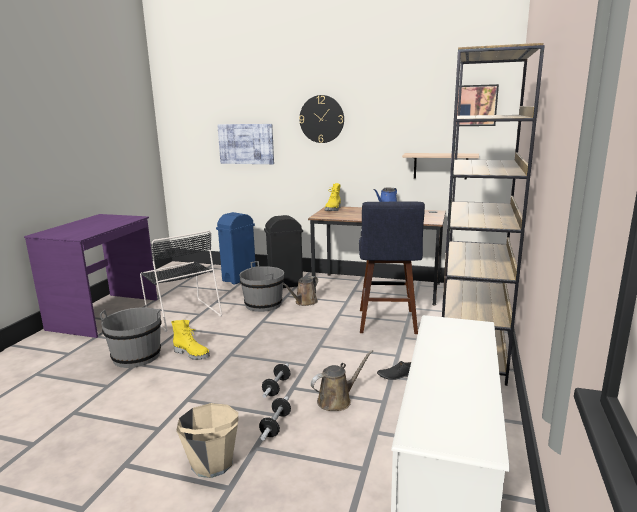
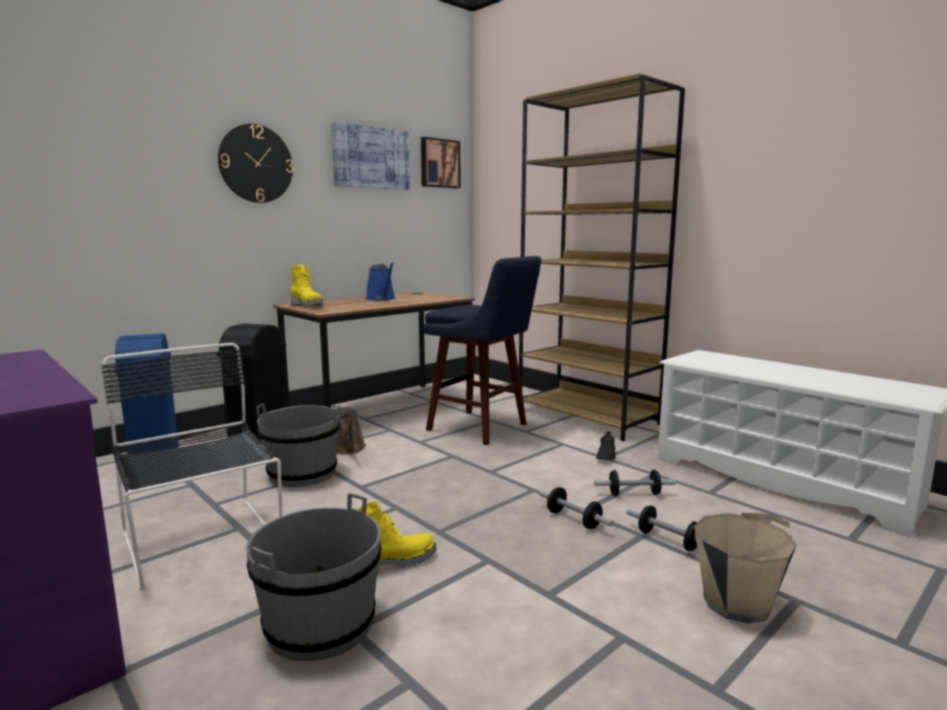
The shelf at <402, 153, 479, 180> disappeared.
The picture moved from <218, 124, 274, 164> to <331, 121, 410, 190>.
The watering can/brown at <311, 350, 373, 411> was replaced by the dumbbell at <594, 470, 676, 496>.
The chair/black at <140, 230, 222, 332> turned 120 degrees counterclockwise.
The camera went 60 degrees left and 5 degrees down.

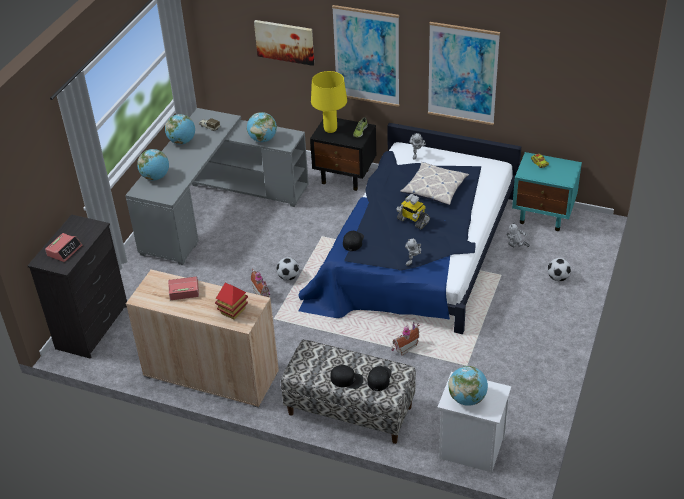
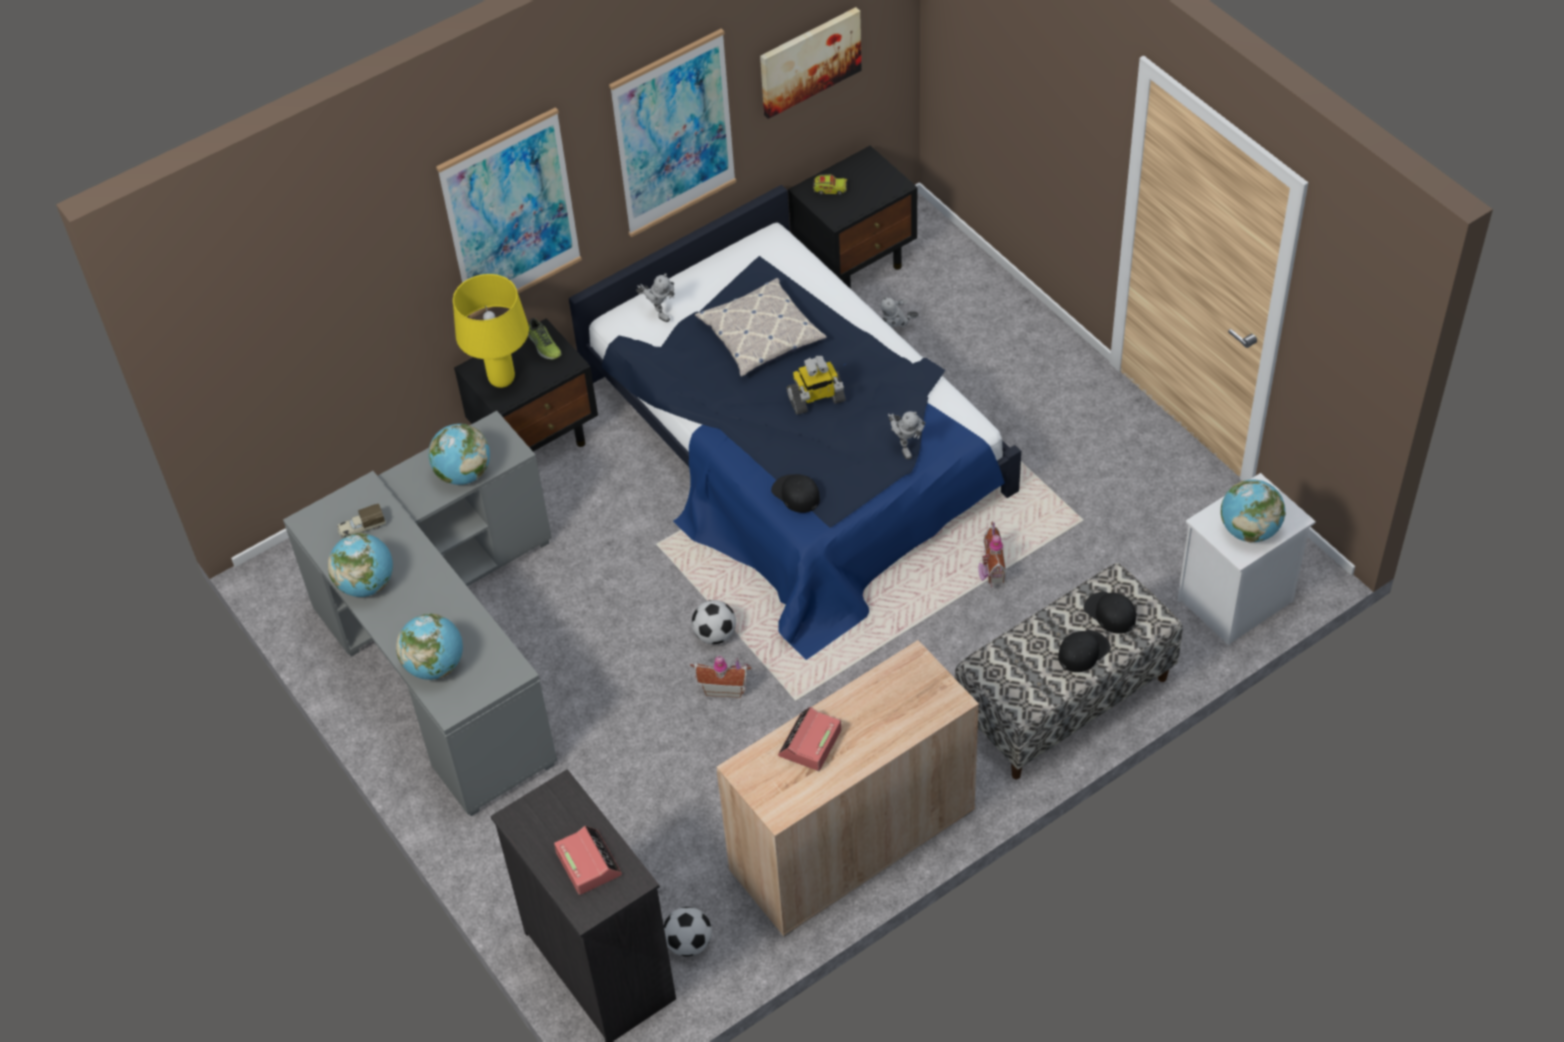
The toy house at <215, 282, 248, 320> disappeared.
The picture moved from <254, 20, 314, 66> to <760, 7, 862, 119>.
The football moved from <547, 258, 571, 281> to <664, 907, 712, 957>.
The nightstand/turquoise at <512, 152, 582, 231> became the nightstand/black at <788, 146, 917, 289>.
The camera went 55 degrees left and 10 degrees up.

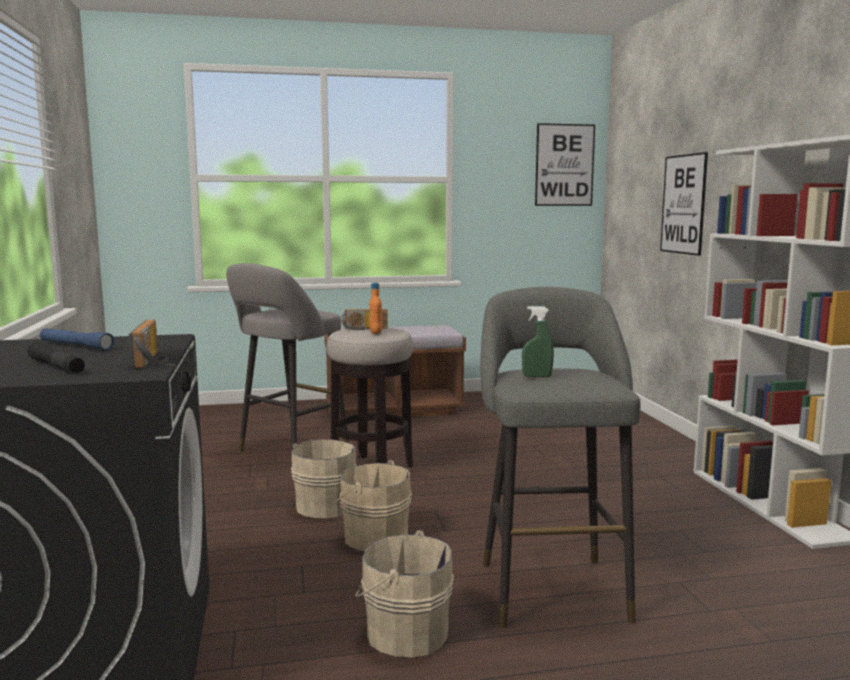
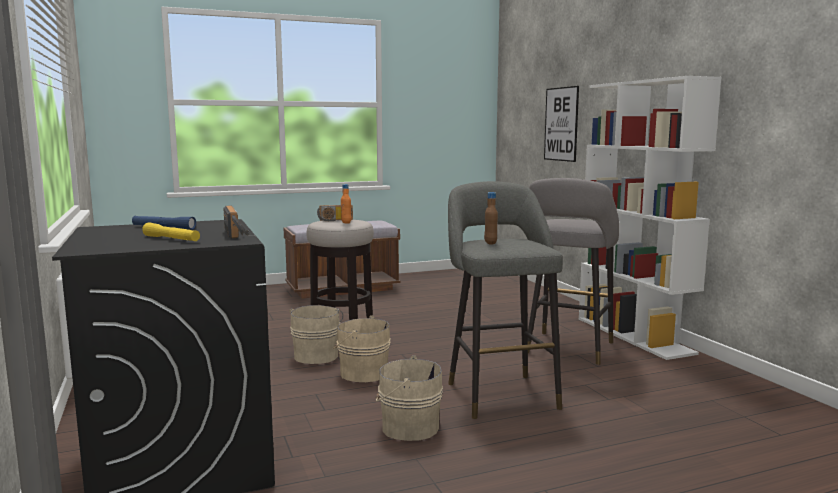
The picture at <535, 123, 595, 206> disappeared.
The stool/grey moved from <226, 263, 349, 451> to <528, 178, 619, 365>.
The spray bottle/green at <522, 306, 554, 377> was replaced by the bottle/brown at <484, 192, 498, 245>.
The flashlight/black at <27, 342, 85, 373> became the flashlight/yellow at <142, 222, 200, 241>.
The camera went 10 degrees left and 0 degrees up.

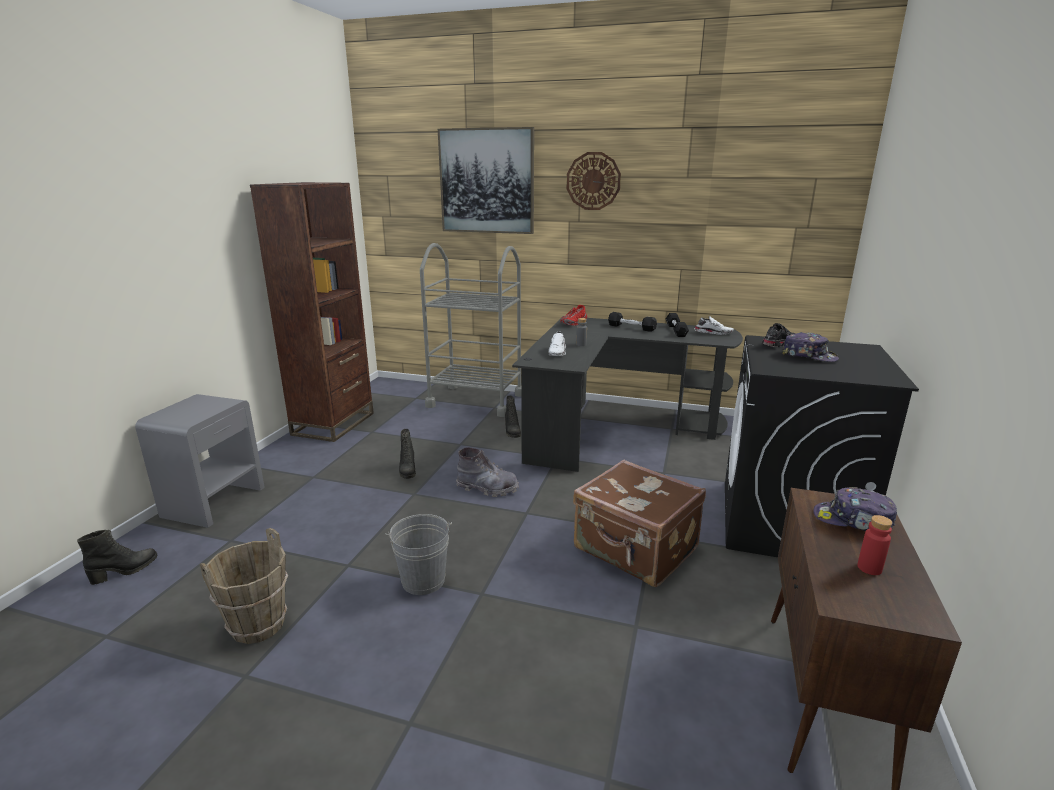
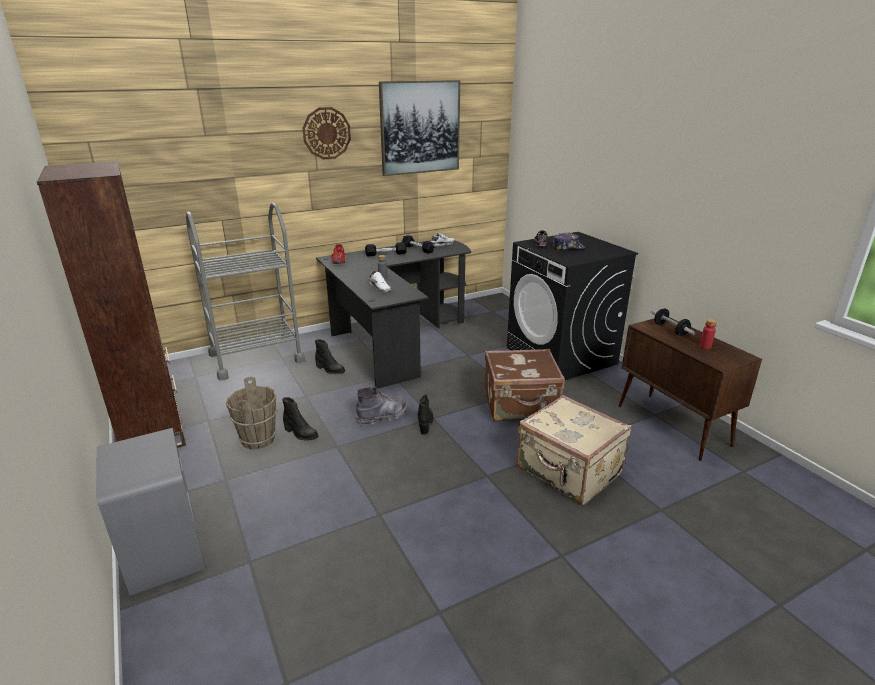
The bucket/grey at <385, 514, 452, 595> disappeared.
The suitcase/beige at <517, 395, 631, 505> appeared.
The boot/black moved from <77, 530, 157, 585> to <418, 394, 433, 435>.
The bucket/brown moved from <200, 528, 288, 644> to <226, 377, 277, 449>.
The picture moved from <438, 127, 534, 234> to <379, 80, 460, 176>.
The cap at <814, 487, 897, 531> was replaced by the dumbbell at <651, 309, 696, 336>.
The camera went 45 degrees left and 5 degrees up.

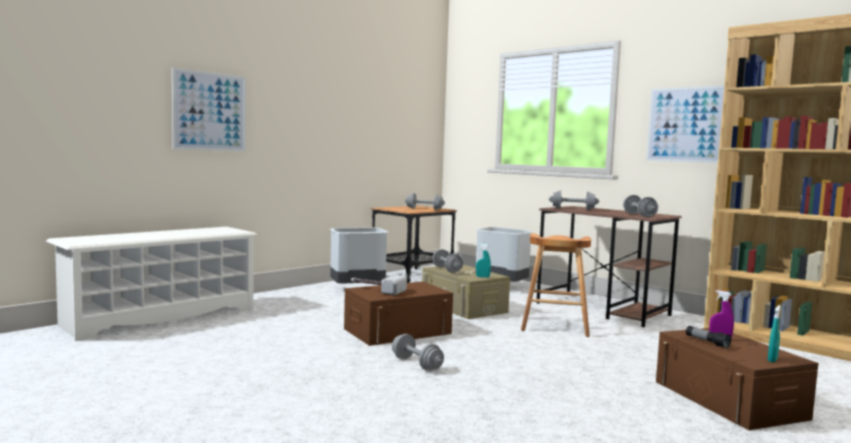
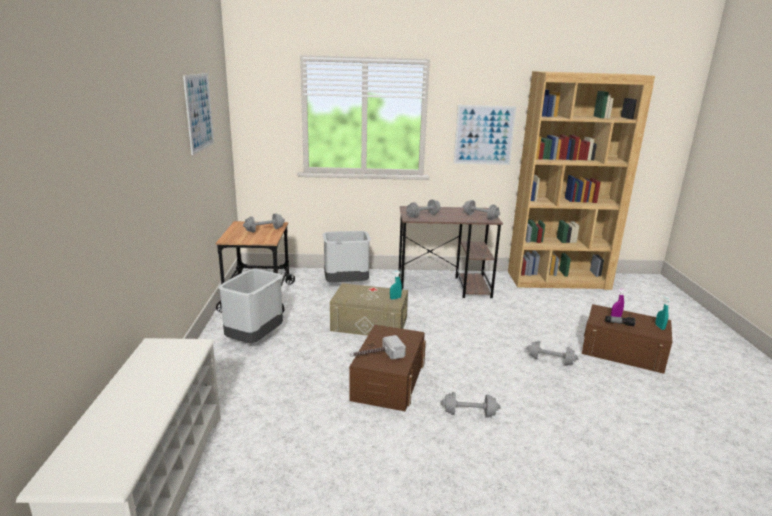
The stool/brown at <521, 233, 591, 337> disappeared.
The picture moved from <172, 67, 246, 152> to <183, 73, 214, 155>.
The dumbbell/grey moved from <432, 249, 463, 273> to <526, 341, 579, 366>.
The camera went 45 degrees left and 15 degrees up.

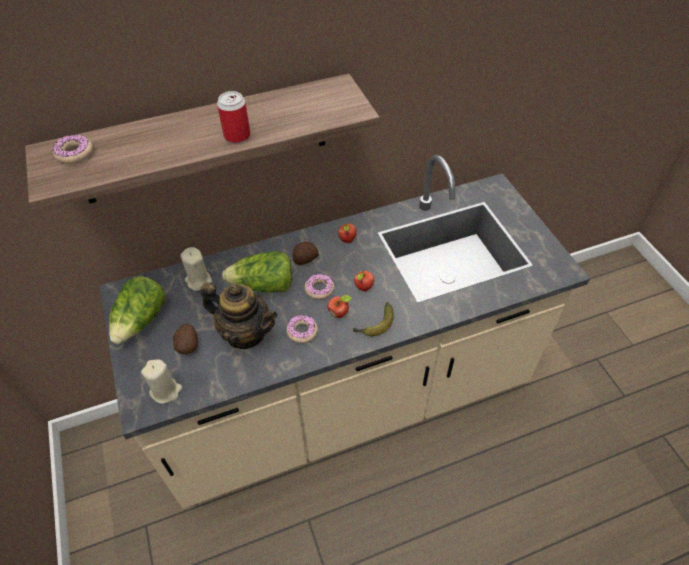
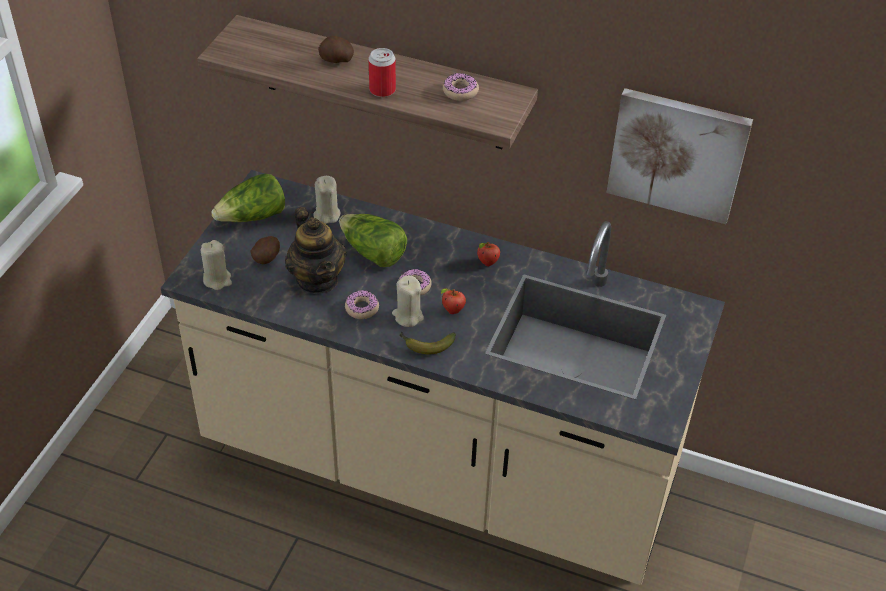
The picture at <607, 88, 753, 224> appeared.
The donut moved from <53, 134, 93, 164> to <443, 73, 479, 101>.
The potato moved from <293, 242, 319, 265> to <318, 36, 354, 63>.
The apple at <327, 295, 352, 318> was replaced by the candle/beige at <392, 275, 424, 327>.
The camera went 40 degrees right and 5 degrees down.

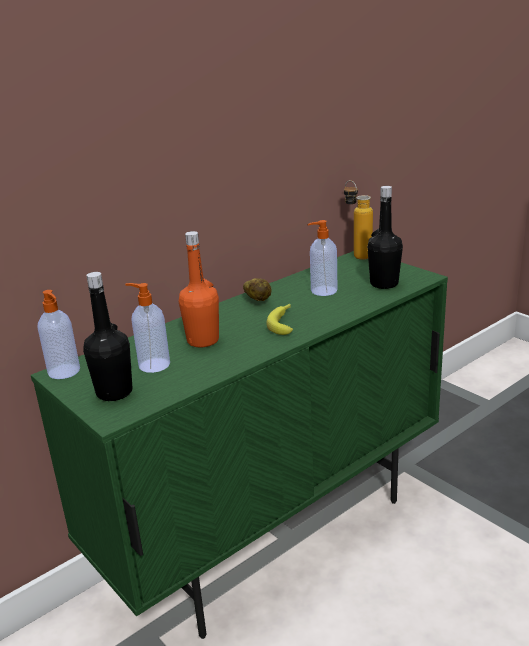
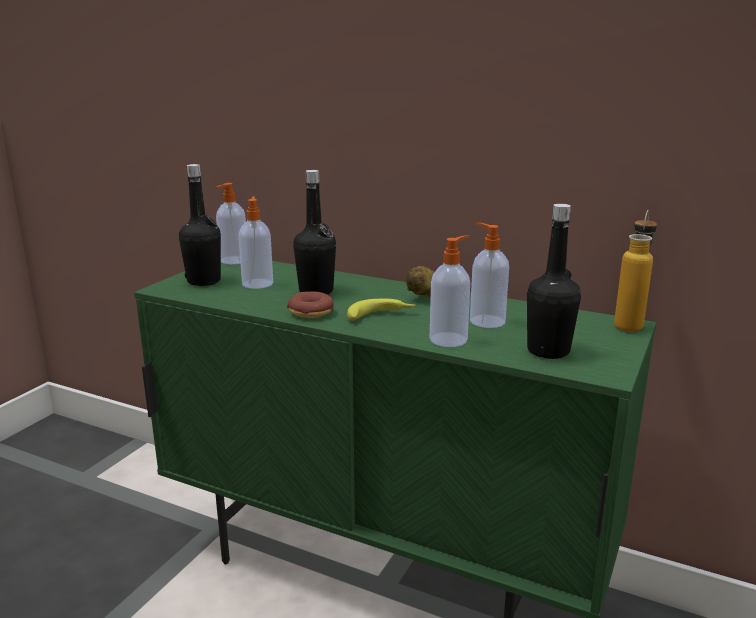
The donut at <287, 291, 334, 318> appeared.
The soap dispenser at <430, 235, 470, 347> appeared.
The bottle/orange at <179, 231, 219, 347> became the bottle/black at <293, 170, 336, 294>.
The camera went 65 degrees right and 5 degrees down.

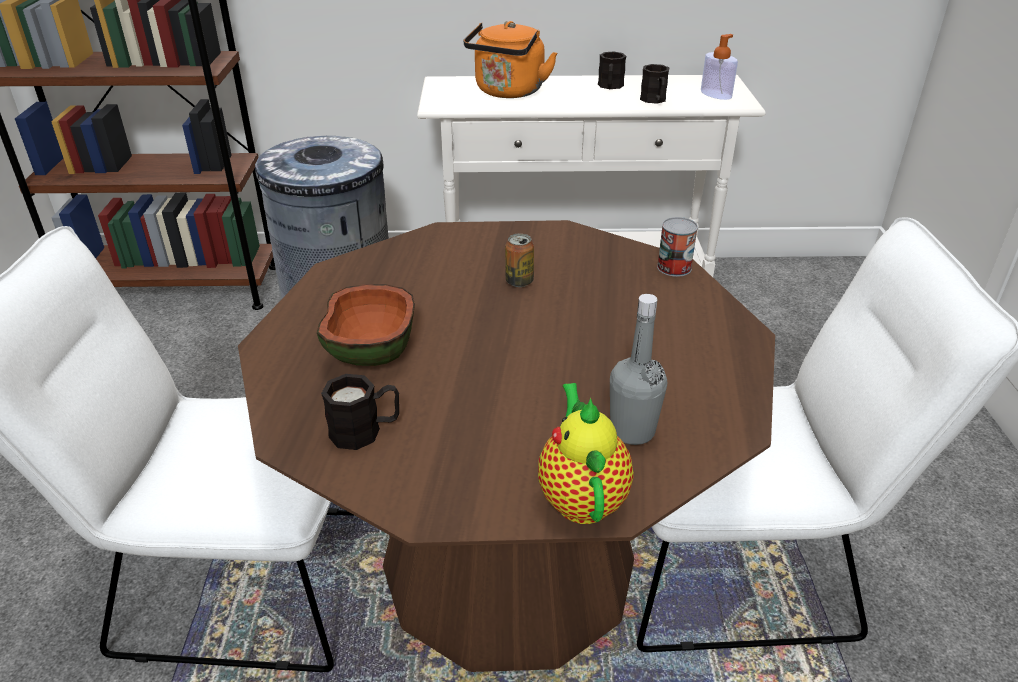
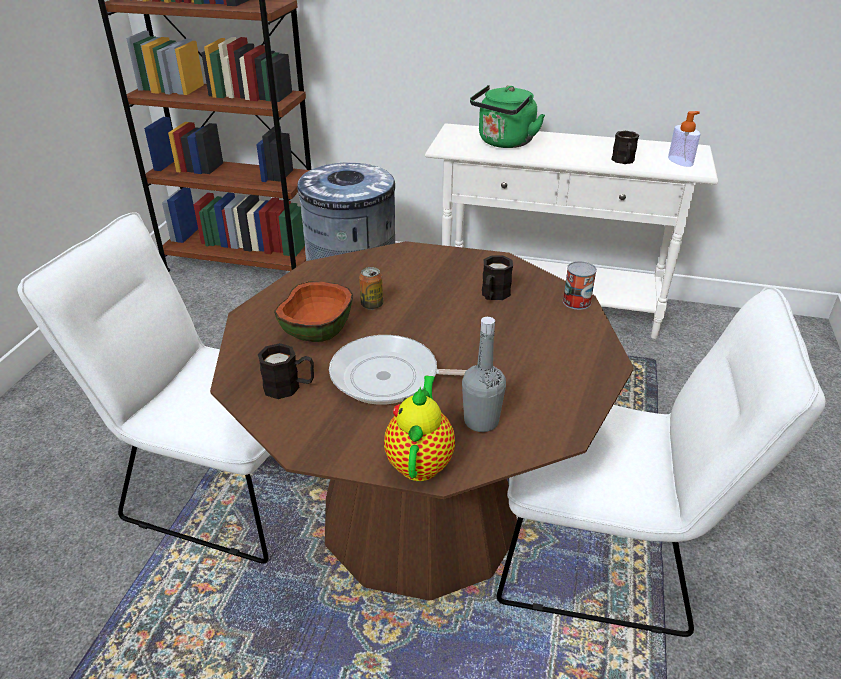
The frying pan at <329, 335, 466, 405> appeared.
The can moved from <505, 233, 534, 287> to <359, 267, 383, 310>.
The mug/black moved from <598, 52, 626, 89> to <482, 255, 513, 300>.
The kettle/orange at <464, 21, 557, 98> became the kettle/green at <470, 85, 545, 148>.
The camera went 15 degrees right and 0 degrees up.

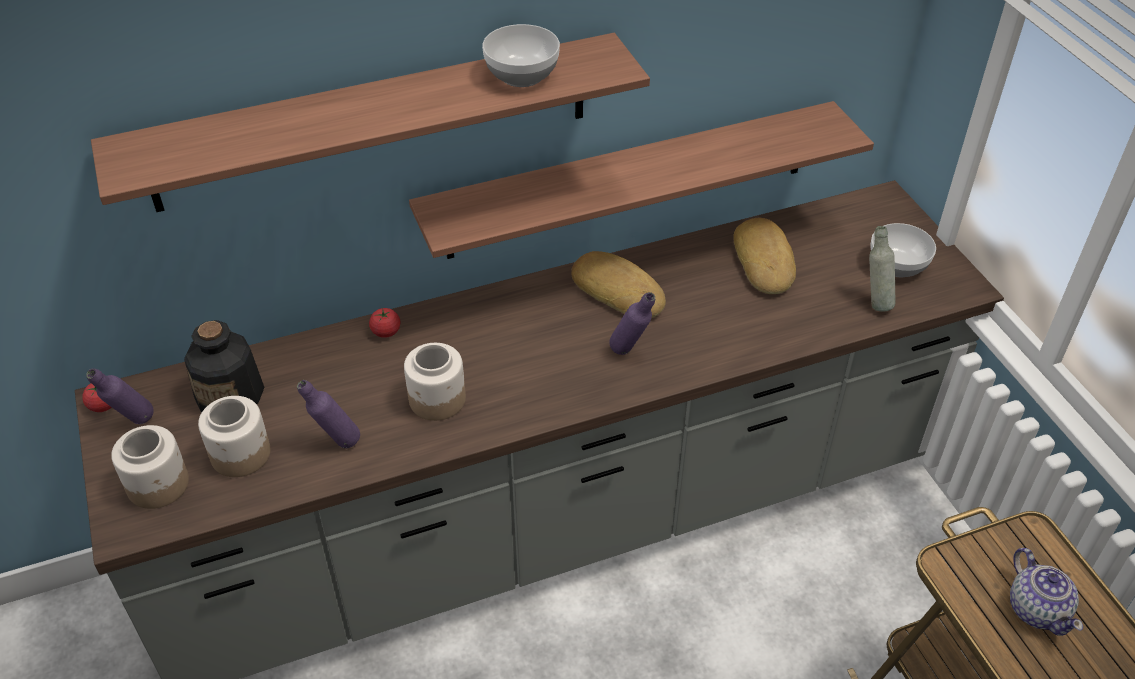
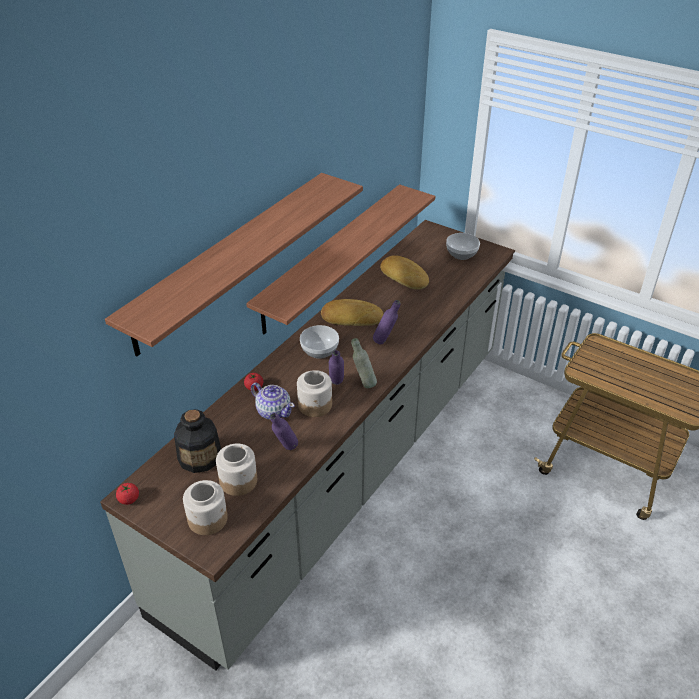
The bottle/purple moved from <86, 368, 154, 424> to <329, 350, 344, 385>.
The bowl moved from <482, 24, 560, 87> to <300, 325, 339, 359>.
The bottle/grey moved from <869, 226, 896, 312> to <351, 338, 377, 388>.
The teapot moved from <1010, 548, 1083, 636> to <251, 383, 295, 420>.
The camera went 35 degrees left and 5 degrees down.

